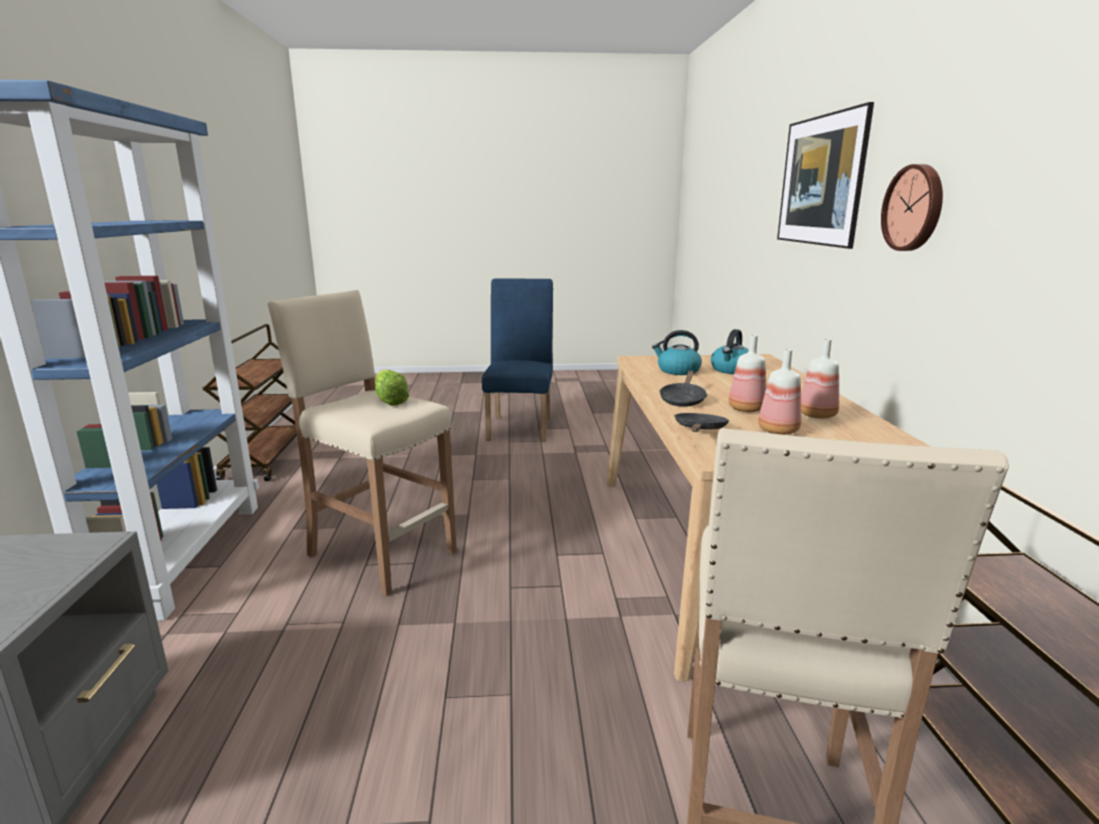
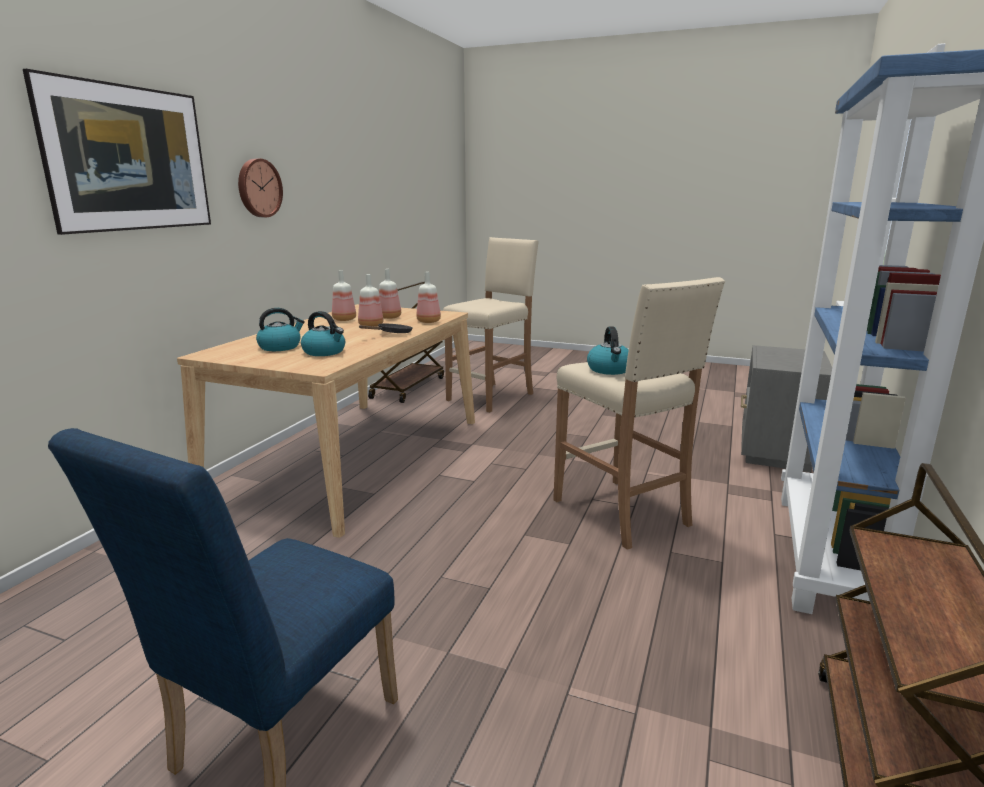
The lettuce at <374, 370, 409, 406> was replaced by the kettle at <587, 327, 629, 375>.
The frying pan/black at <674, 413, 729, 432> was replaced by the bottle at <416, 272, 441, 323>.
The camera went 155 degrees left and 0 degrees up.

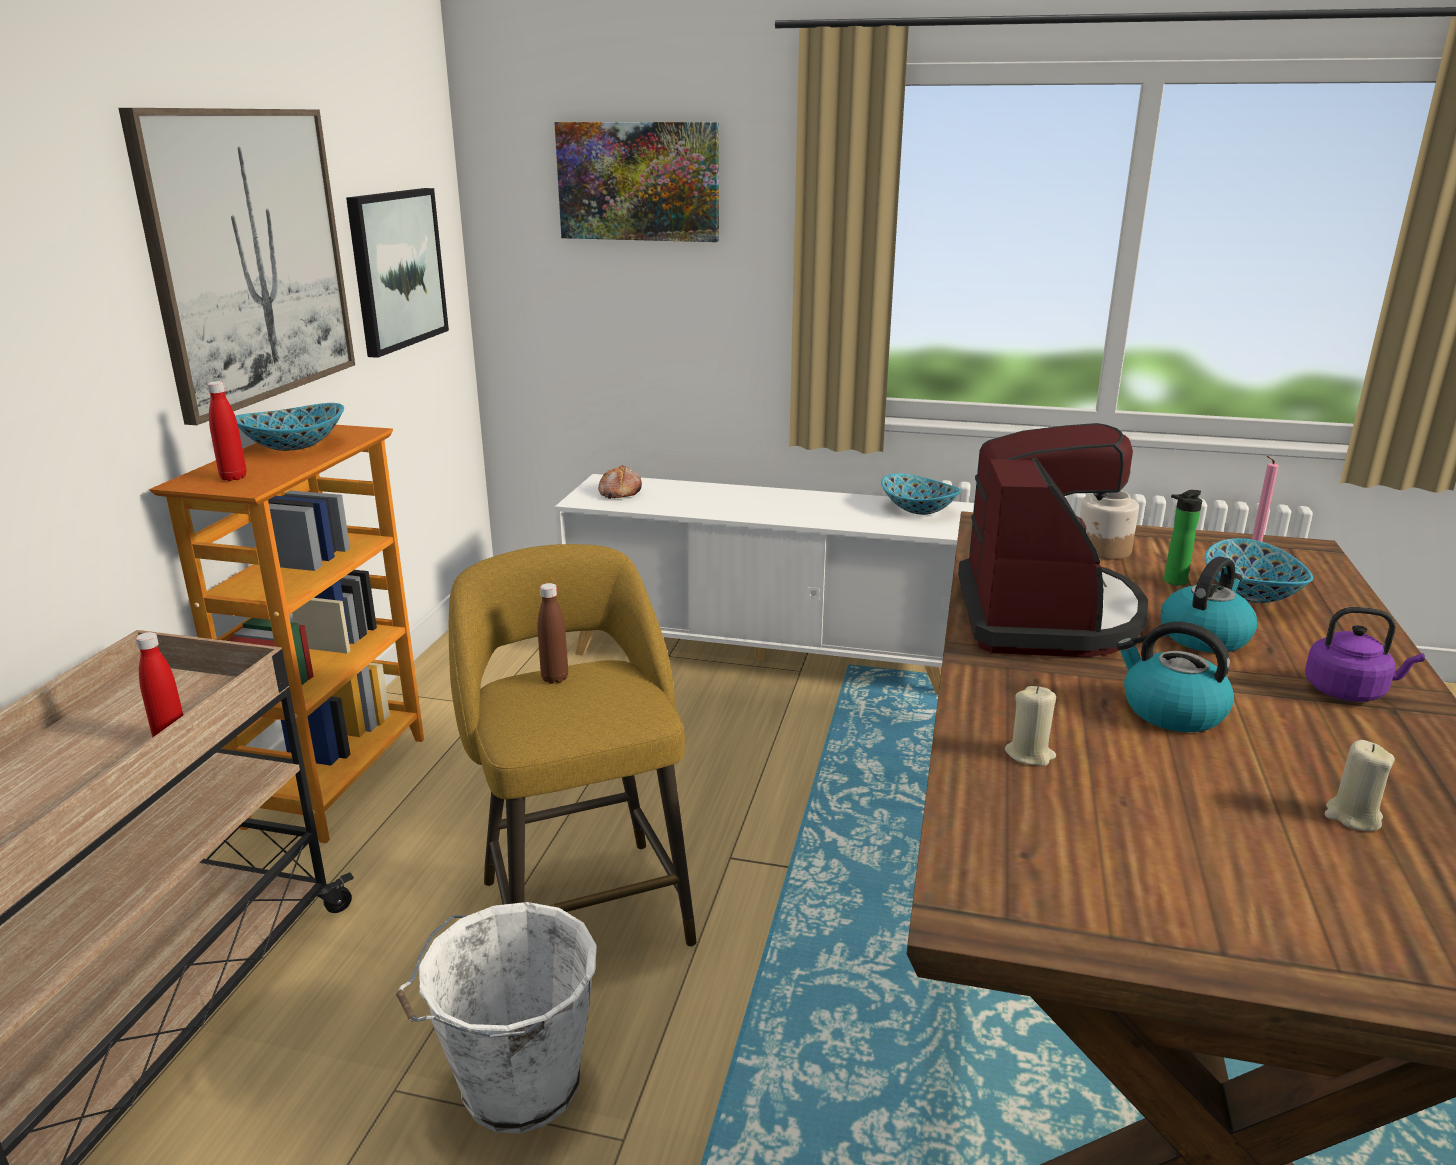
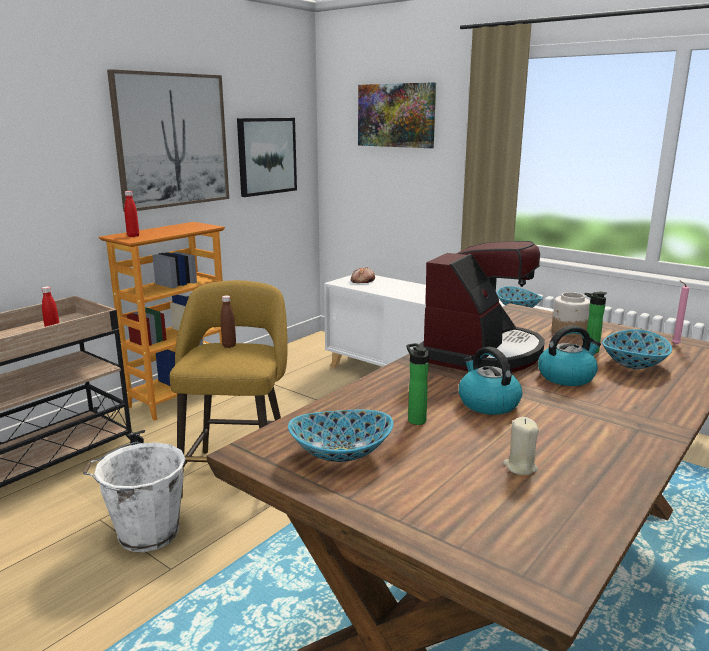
The candle/beige at <1005, 686, 1056, 766> disappeared.
The kettle/purple at <1305, 607, 1425, 702> disappeared.
The bottle at <407, 343, 429, 425> appeared.
The bowl moved from <235, 403, 344, 451> to <288, 410, 394, 462>.
The camera went 25 degrees right and 5 degrees down.

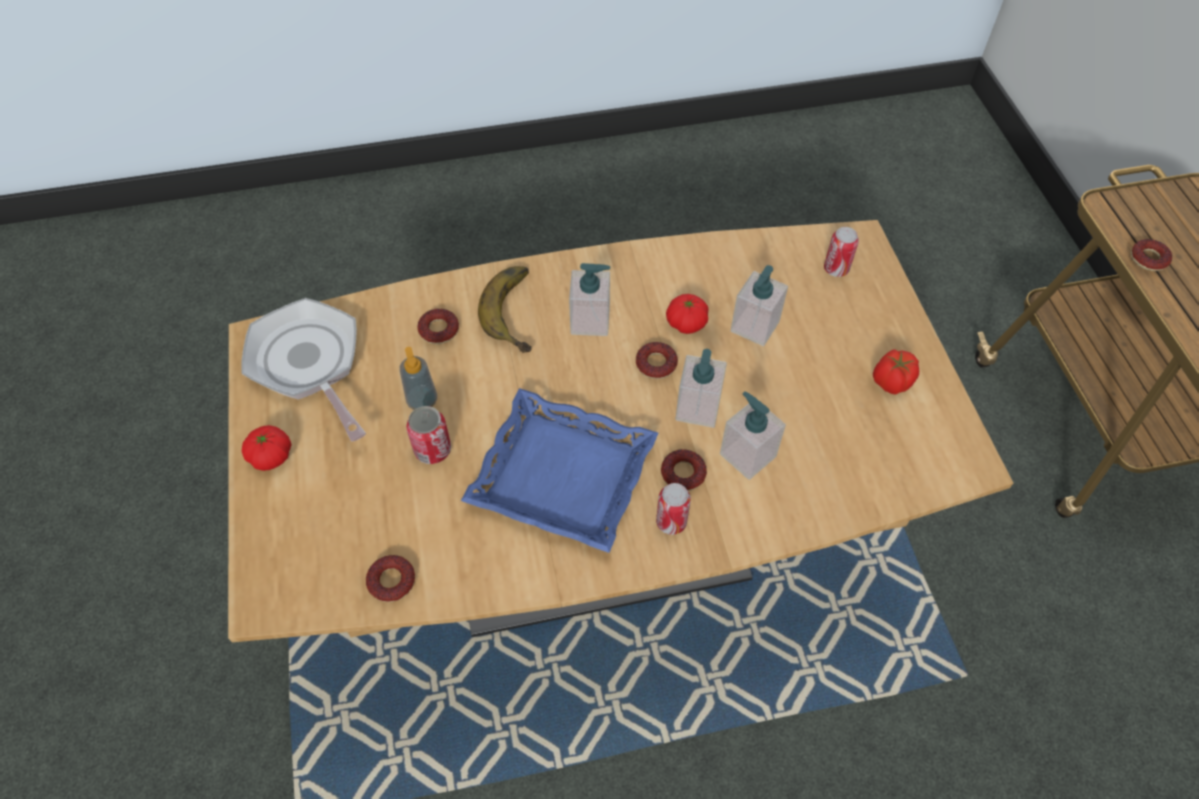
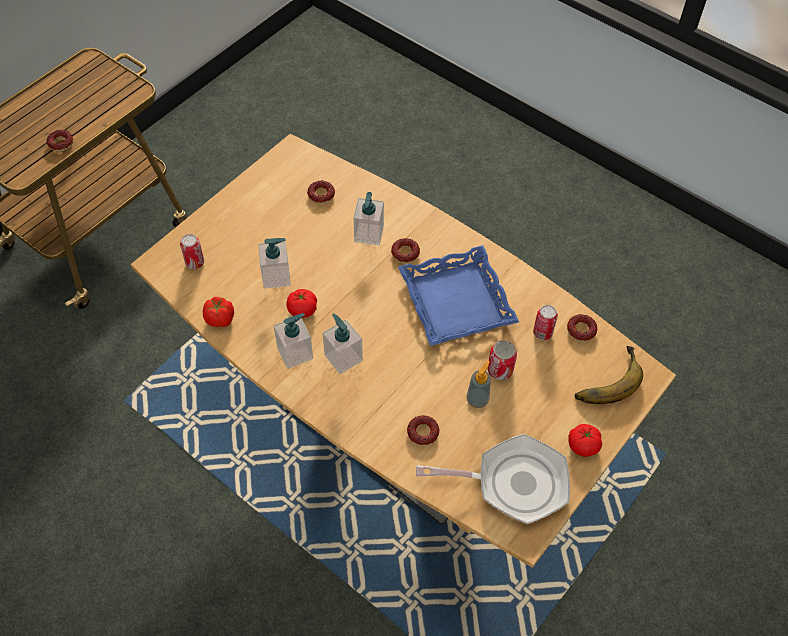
The banana moved from <478, 266, 532, 353> to <575, 346, 643, 404>.
The donut moved from <636, 342, 678, 379> to <307, 181, 335, 204>.
The can moved from <656, 483, 691, 535> to <533, 305, 558, 340>.
The soap dispenser moved from <675, 349, 727, 428> to <274, 313, 313, 369>.
The tomato moved from <873, 349, 919, 395> to <203, 297, 234, 327>.
The frying pan at <241, 298, 366, 441> turned 105 degrees counterclockwise.
The camera went 130 degrees left and 0 degrees up.

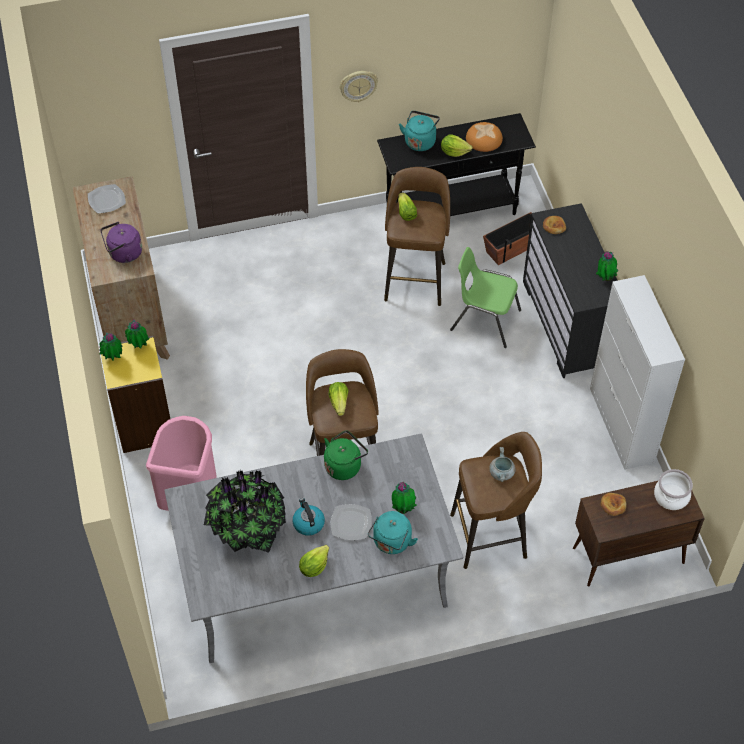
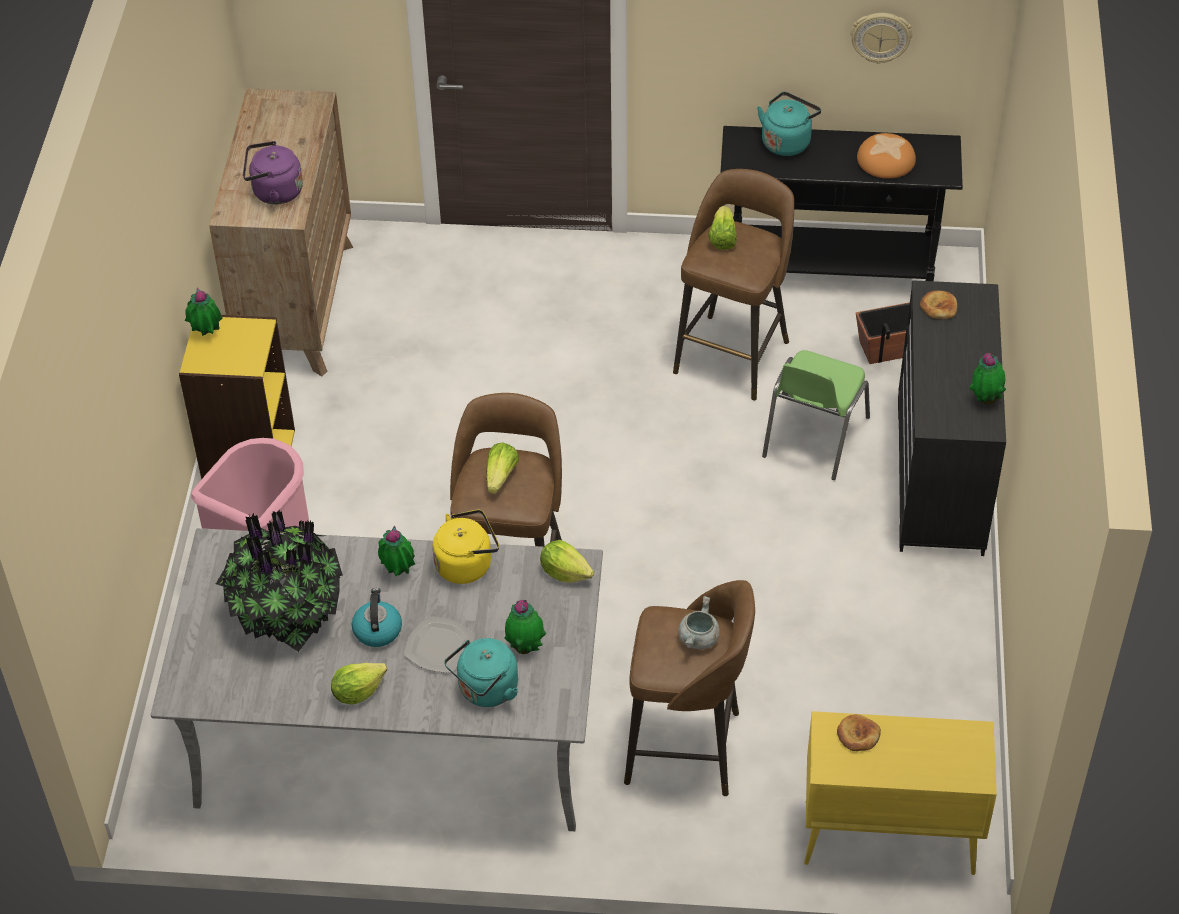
The plate at <88, 184, 126, 213> disappeared.
The cabinet/white at <590, 275, 685, 470> disappeared.
The cooking pot at <654, 469, 693, 510> disappeared.
The potted plant moved from <125, 319, 149, 349> to <378, 525, 415, 576>.
The wall clock moved from <340, 71, 378, 102> to <850, 13, 912, 64>.
The lettuce moved from <441, 135, 473, 157> to <540, 540, 594, 583>.
The kettle/green at <324, 430, 368, 480> became the kettle/yellow at <432, 509, 499, 584>.
The cabinet/brown at <573, 481, 705, 587> became the cabinet/yellow at <804, 711, 997, 875>.
The chair/green at <450, 247, 521, 348> turned 105 degrees counterclockwise.
The camera went 20 degrees right and 5 degrees down.

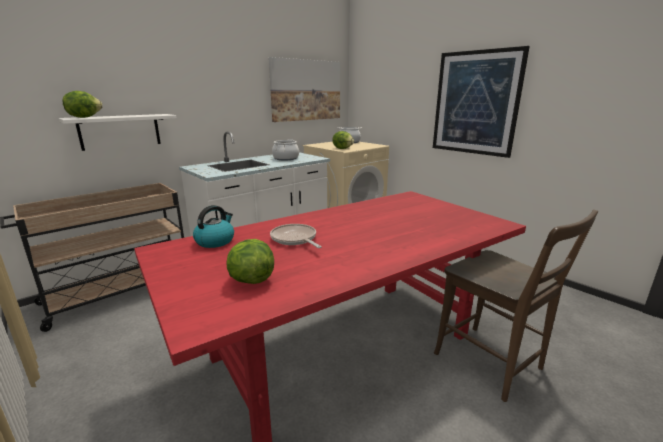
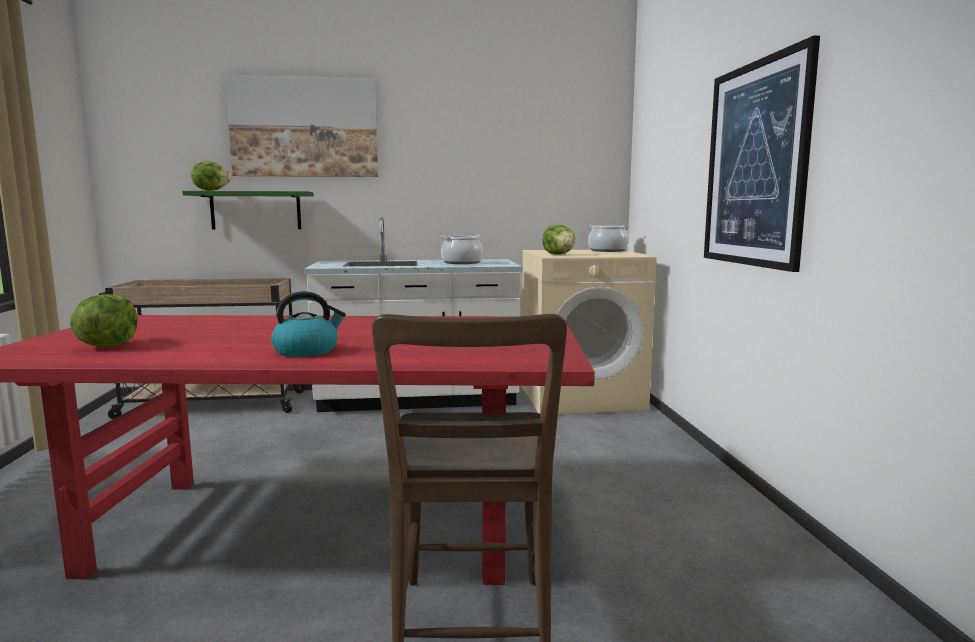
The frying pan at <270, 224, 322, 248> disappeared.
The kettle moved from <193, 205, 234, 248> to <271, 291, 346, 357>.
The picture moved from <269, 57, 340, 122> to <225, 75, 378, 177>.
The shelf/white at <59, 114, 177, 151> became the shelf/green at <182, 191, 314, 230>.
The camera went 35 degrees right and 10 degrees down.

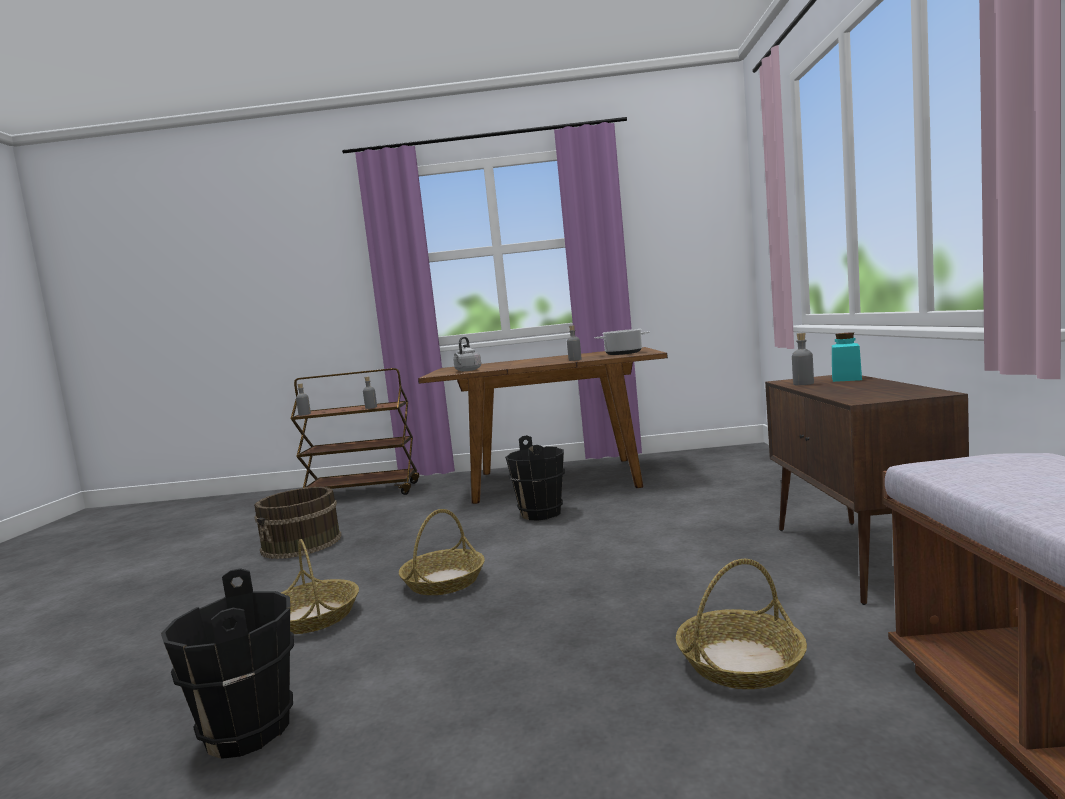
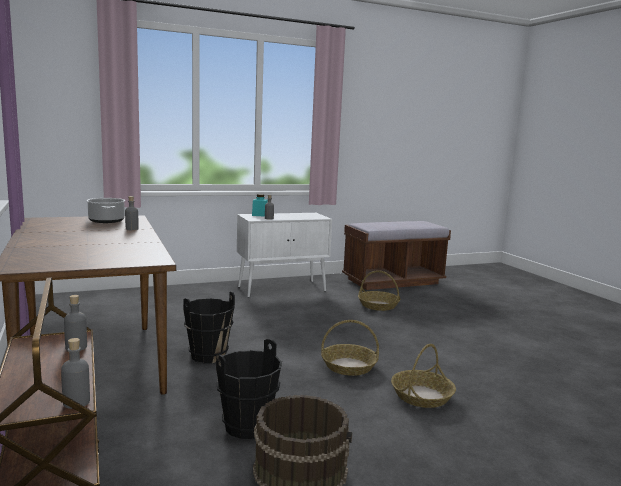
The kettle/grey at <453, 337, 481, 371> disappeared.
The bucket/black moved from <161, 568, 294, 759> to <216, 339, 282, 439>.
The cabinet/brown at <765, 375, 969, 605> became the cabinet/white at <237, 213, 332, 298>.
The camera went 115 degrees left and 5 degrees up.

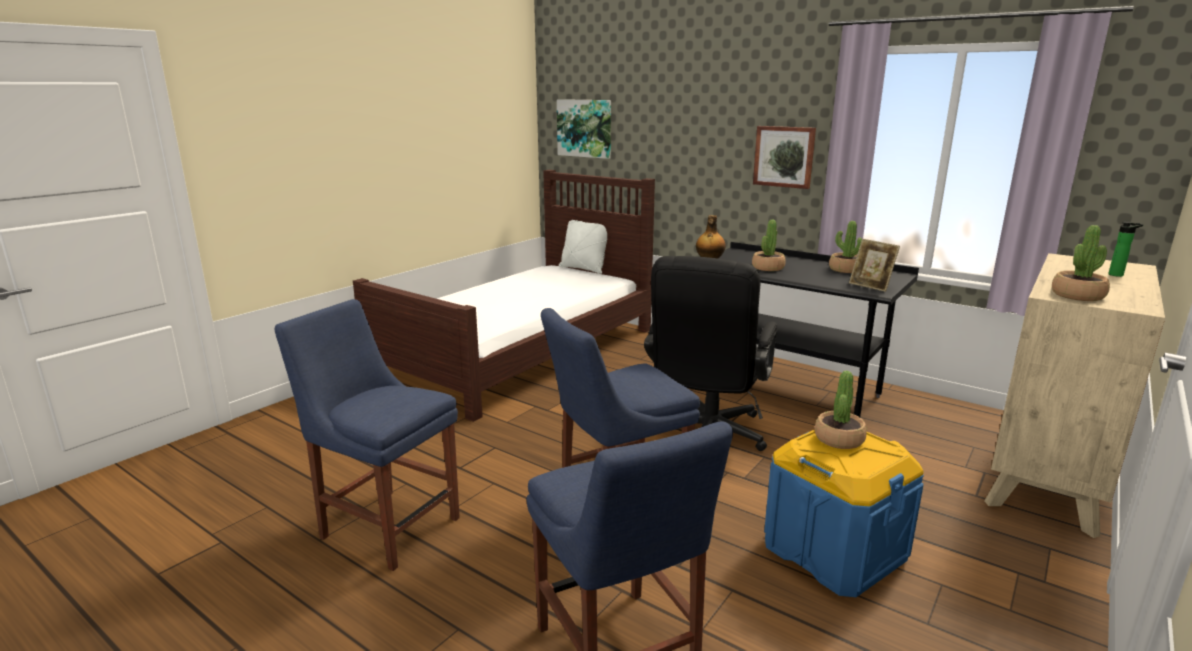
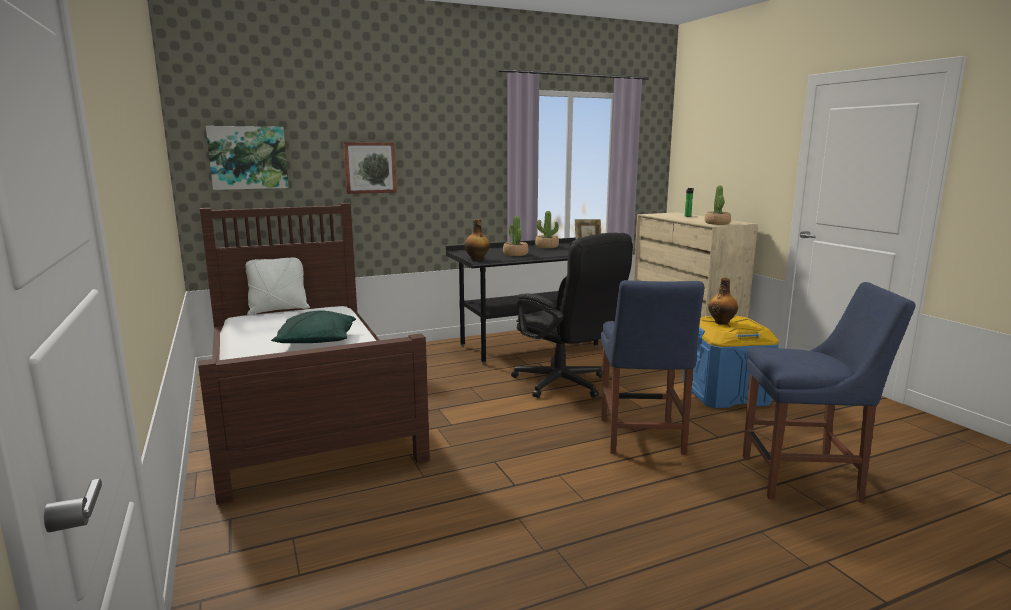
The chair/blue at <275, 299, 460, 571> disappeared.
The pillow/green at <271, 310, 356, 343> appeared.
The picture moved from <753, 126, 816, 189> to <343, 142, 397, 194>.
The potted plant at <815, 371, 867, 449> was replaced by the bottle at <708, 278, 738, 325>.
The camera went 60 degrees left and 5 degrees down.

